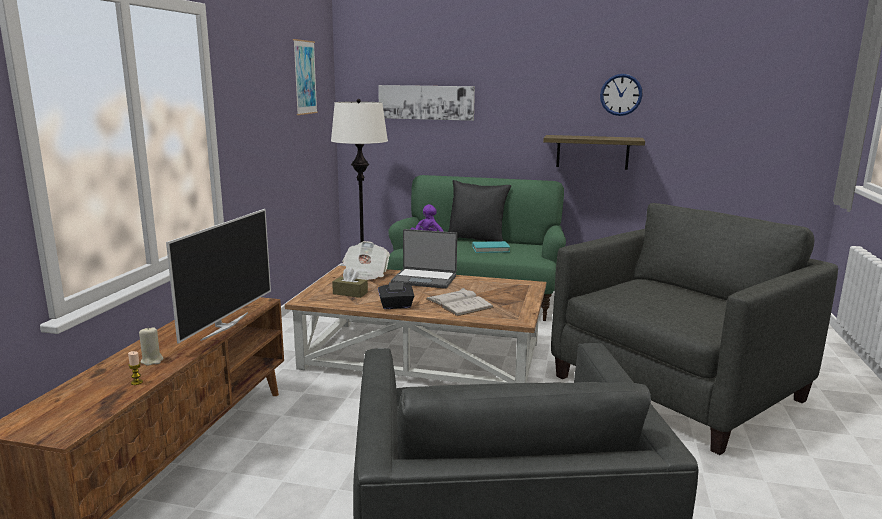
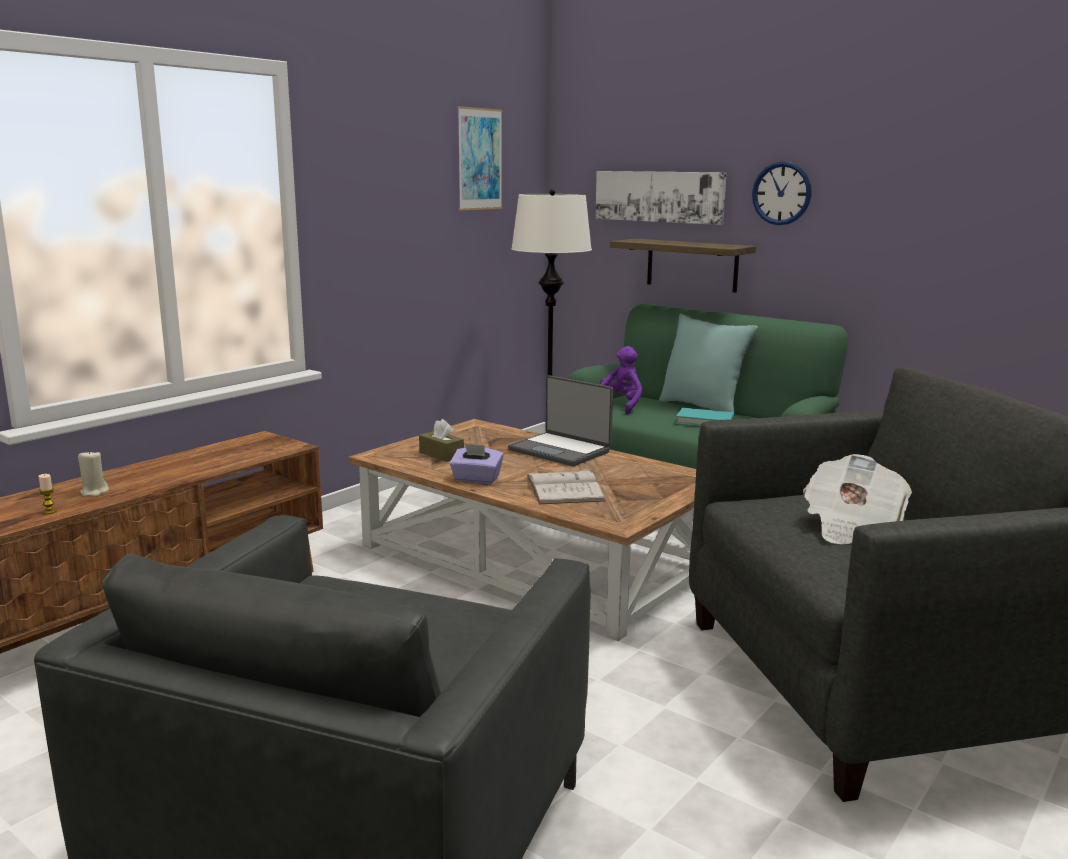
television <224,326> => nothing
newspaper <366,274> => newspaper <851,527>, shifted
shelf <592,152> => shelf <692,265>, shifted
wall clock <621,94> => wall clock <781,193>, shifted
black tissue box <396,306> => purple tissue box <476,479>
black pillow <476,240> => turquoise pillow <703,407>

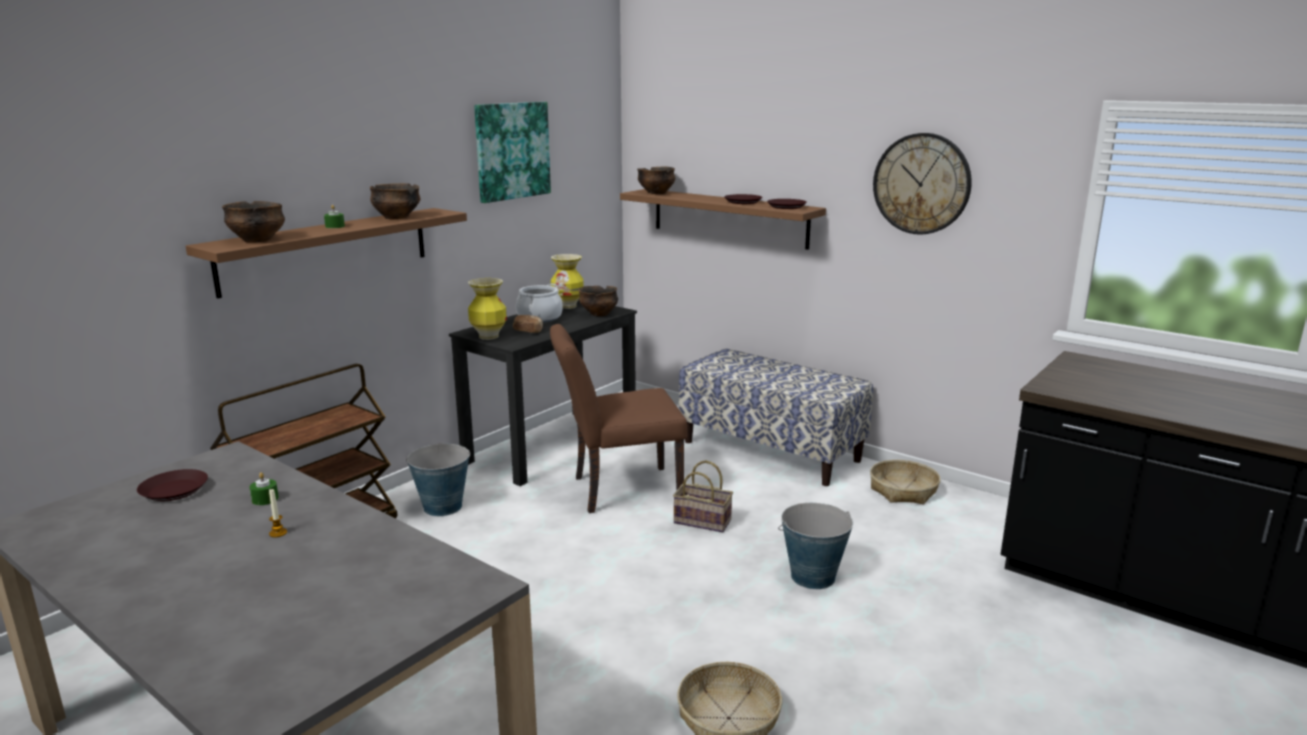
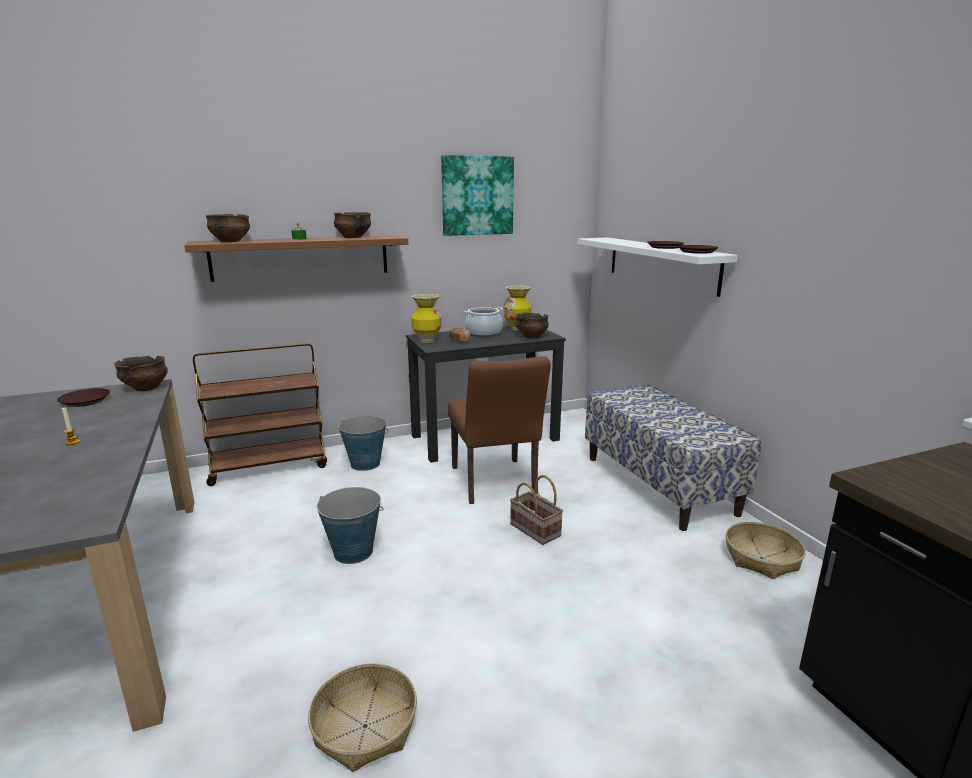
green candle <265,499> => nothing
wall clock <921,184> => nothing
bowl <656,193> => bowl <146,388>, shifted
bucket <812,577> => bucket <353,552>, shifted
brown shelf <729,218> => white shelf <661,264>
brown chair <618,490> => brown chair <495,484>, 120 degrees counterclockwise

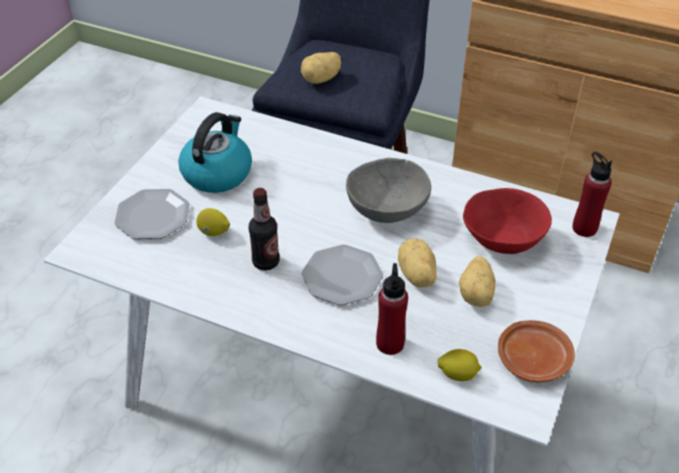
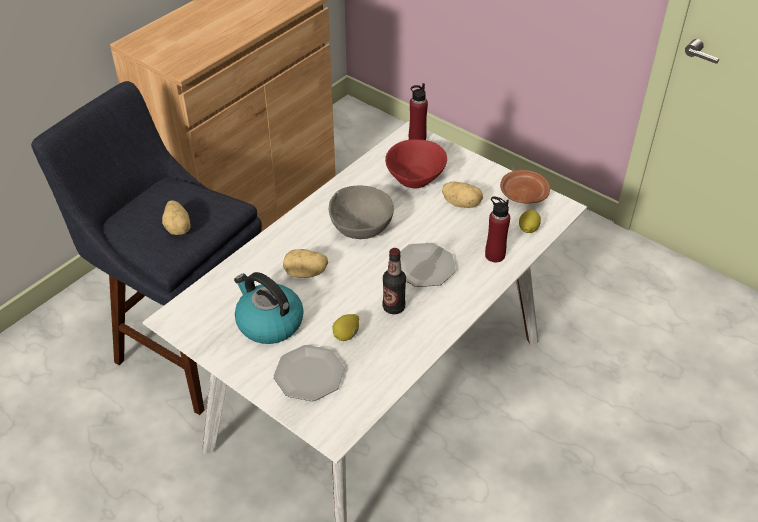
potato <416,275> => potato <305,273>, shifted

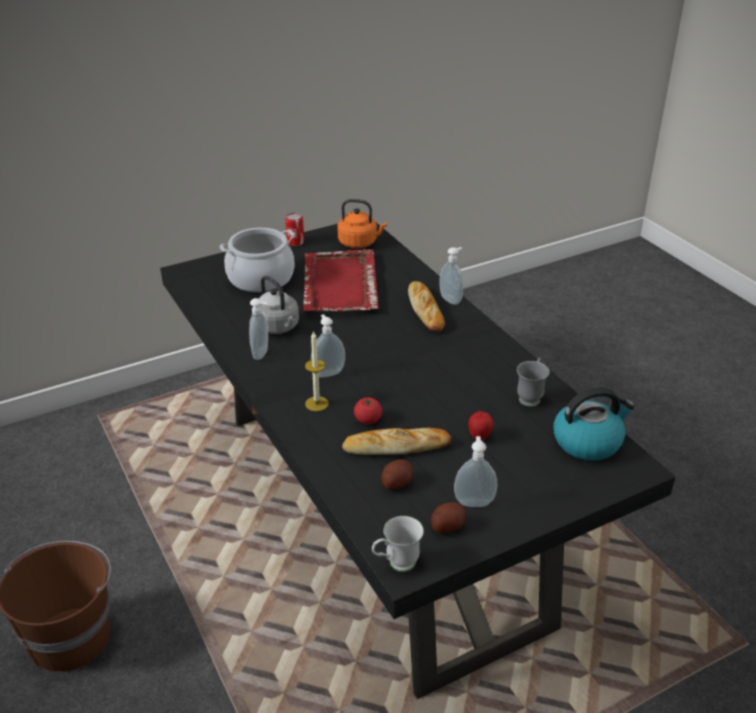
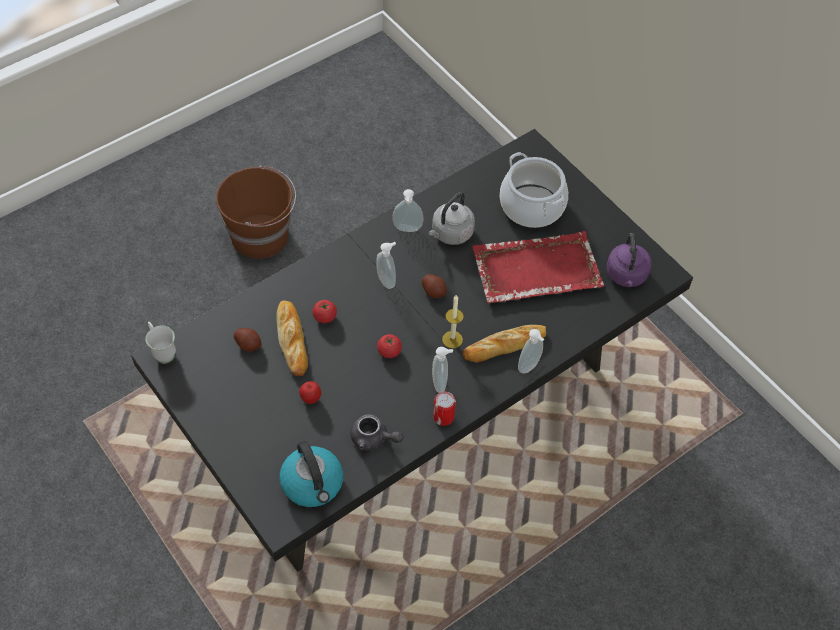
nothing => tomato <389,351>
can <295,242> => can <443,417>, shifted
candle <317,403> => candle <452,339>, shifted
potato <447,526> => potato <434,291>, shifted
soap dispenser <474,501> => soap dispenser <441,383>, shifted
grey mug <531,396> => grey teapot <374,439>
orange kettle <359,243> => purple kettle <626,276>

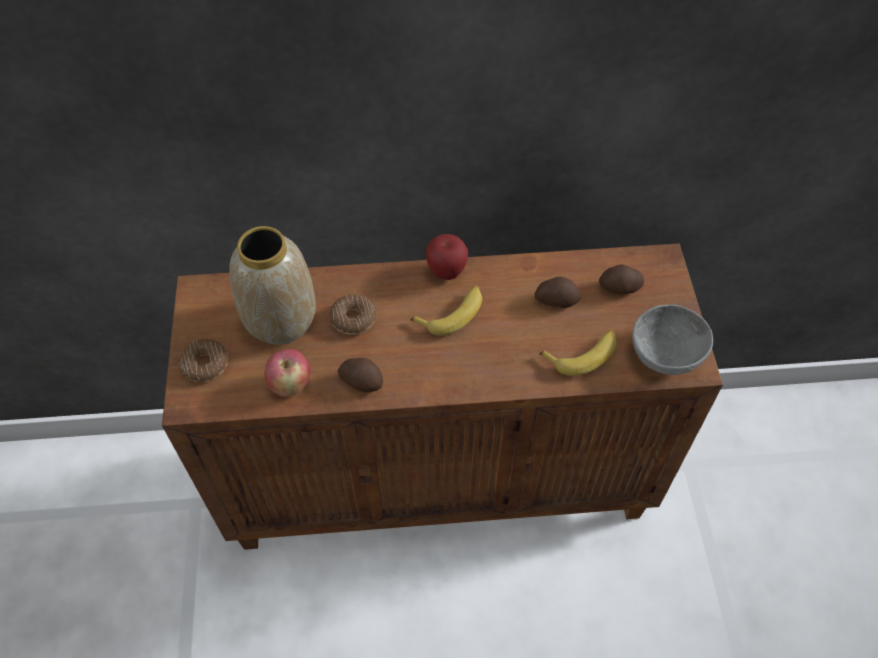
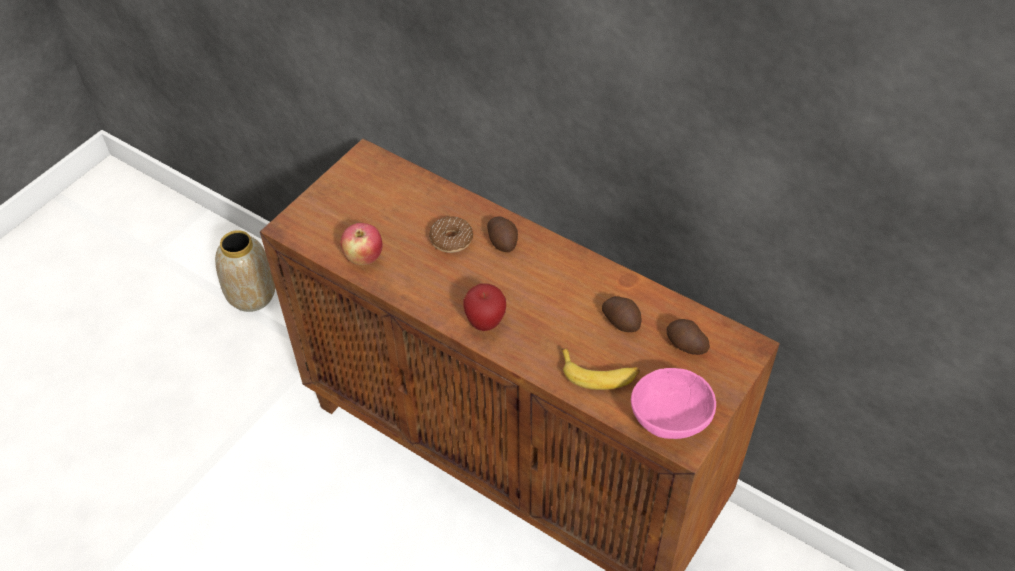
donut <205,364> => nothing
banana <452,313> => nothing
vase <280,319> => vase <252,295>, shifted
potato <362,380> => potato <503,241>, shifted
apple <446,272> => apple <485,322>, shifted
grey bowl <664,353> => pink bowl <669,417>

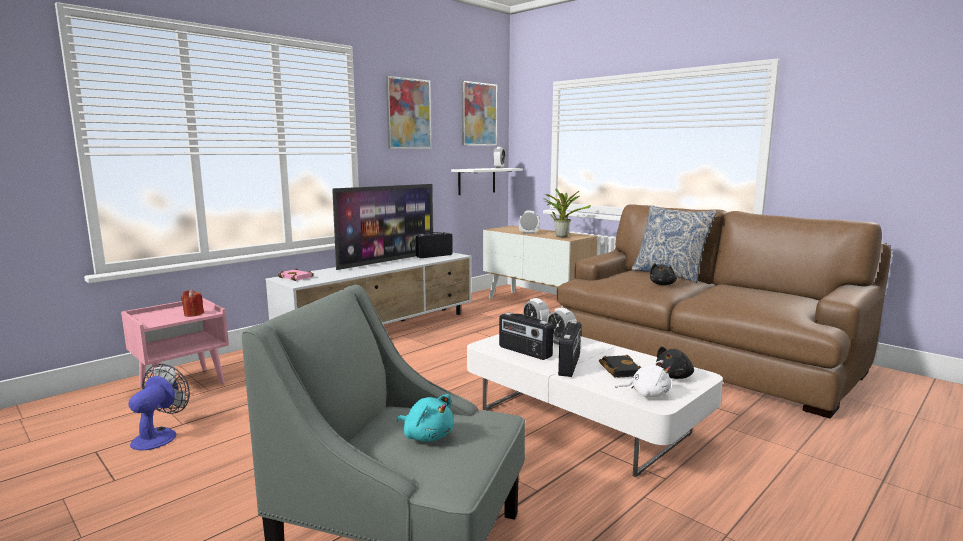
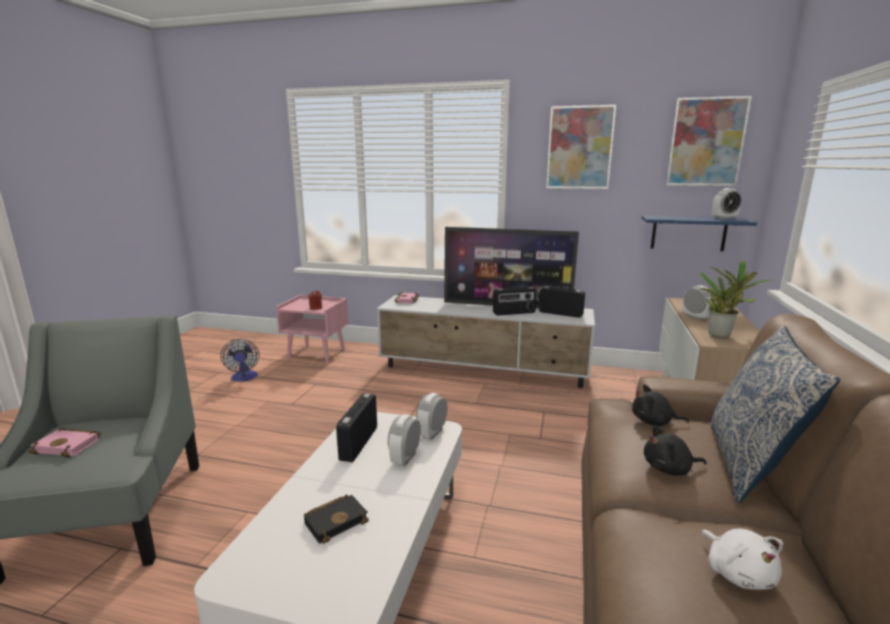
radio <570,365> => radio <514,313>, shifted
white plush toy <647,394> => white plush toy <738,572>, shifted
black plush toy <674,376> => black plush toy <654,422>, shifted
turquoise plush toy <427,436> => pink book <69,445>
white shelf <476,181> => blue shelf <688,233>
fan <159,436> => fan <244,378>, 90 degrees clockwise

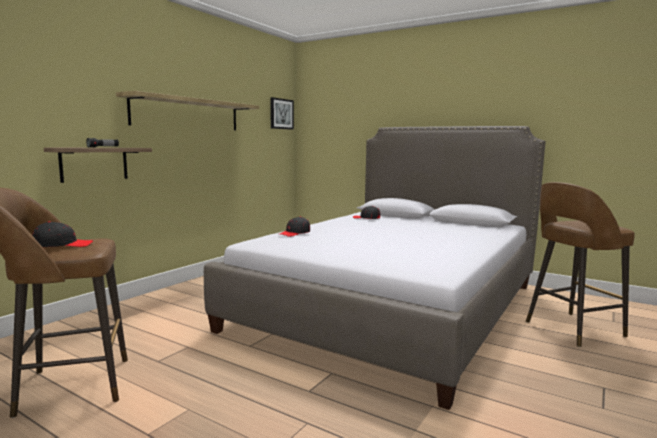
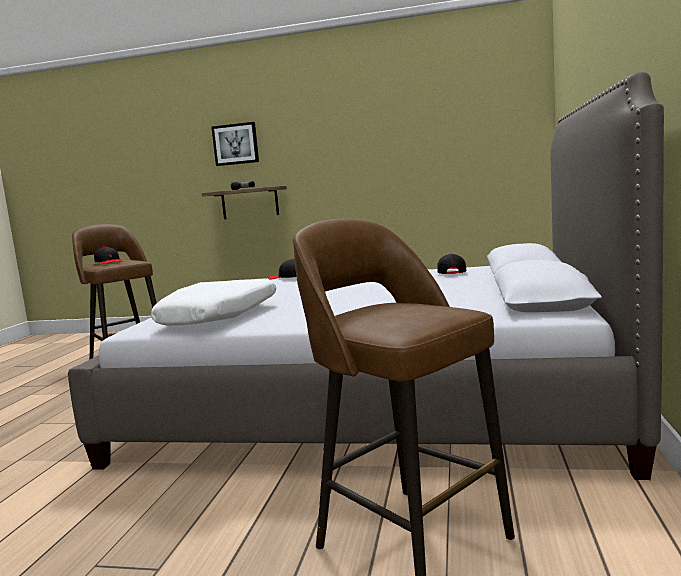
shelf <187,114> => nothing
nothing => white pillow <220,316>
picture <281,114> => picture <235,144>, shifted

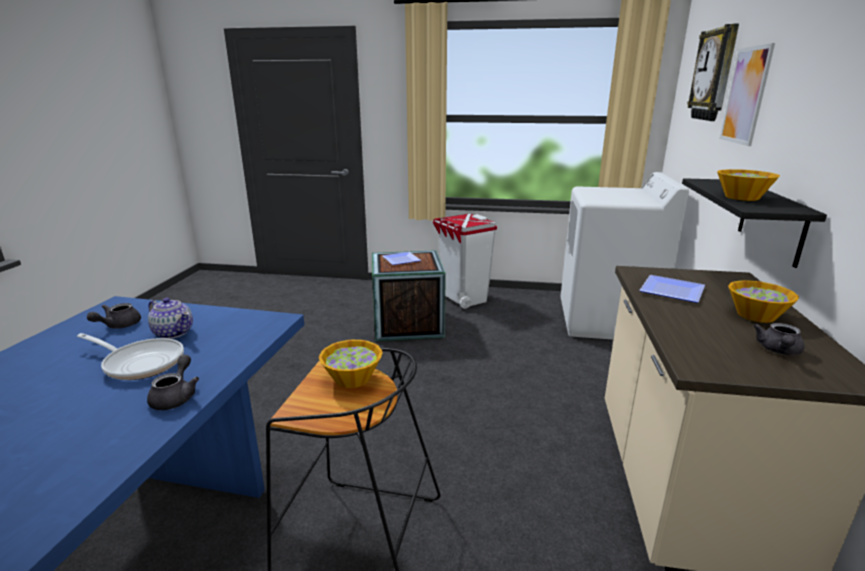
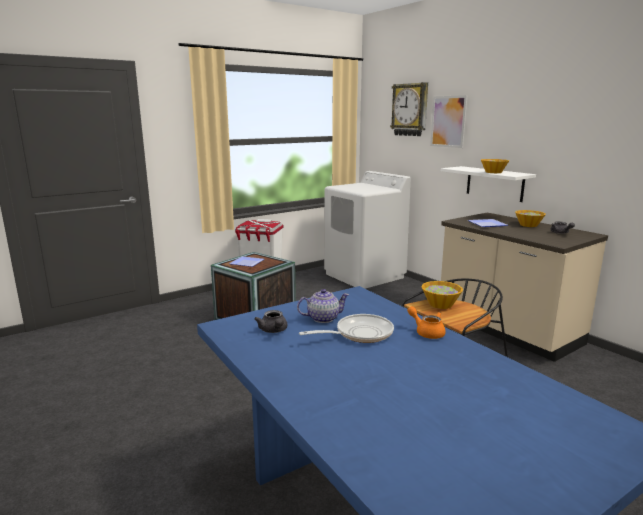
grey teapot <176,397> => orange teapot <427,332>
black shelf <771,221> => white shelf <494,183>

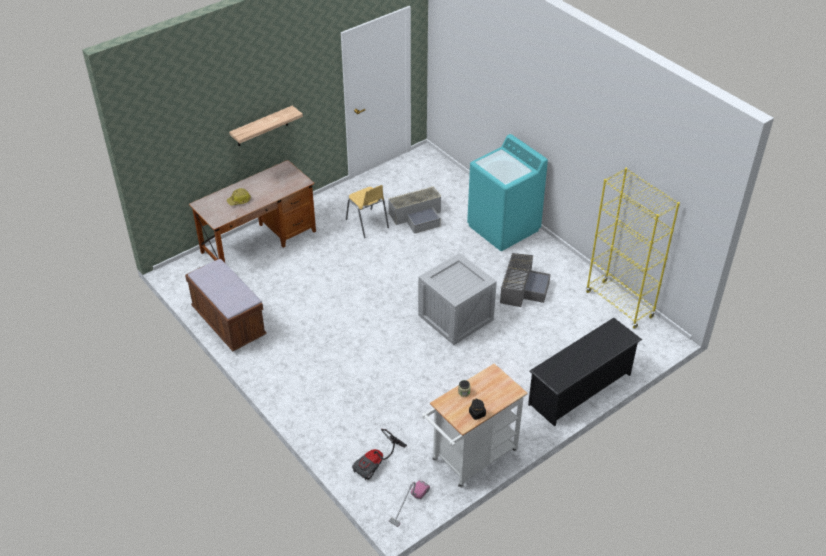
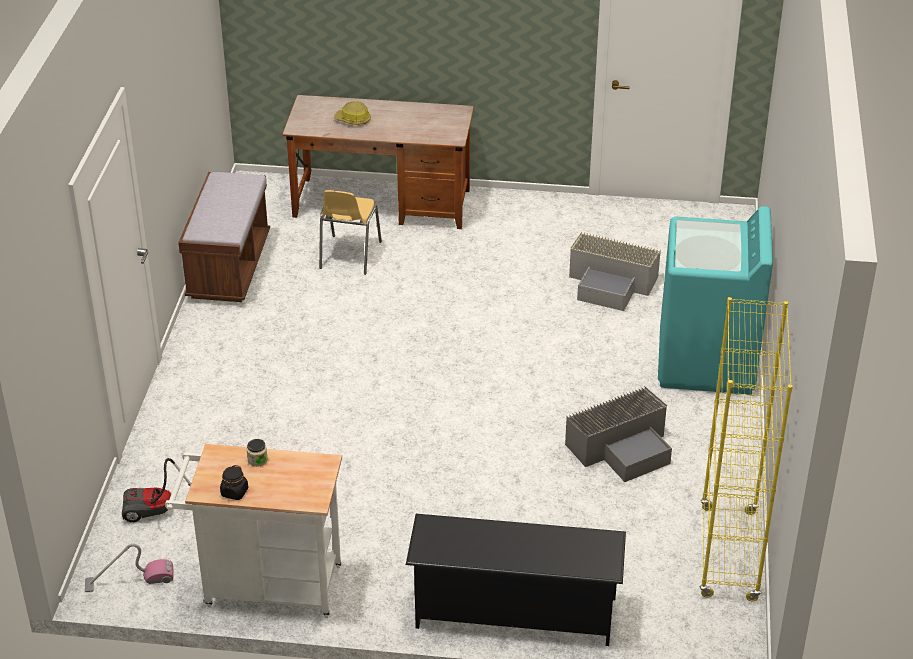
shelf <262,126> => nothing
crate <455,318> => nothing
yellow chair <367,224> => yellow chair <349,255>, shifted

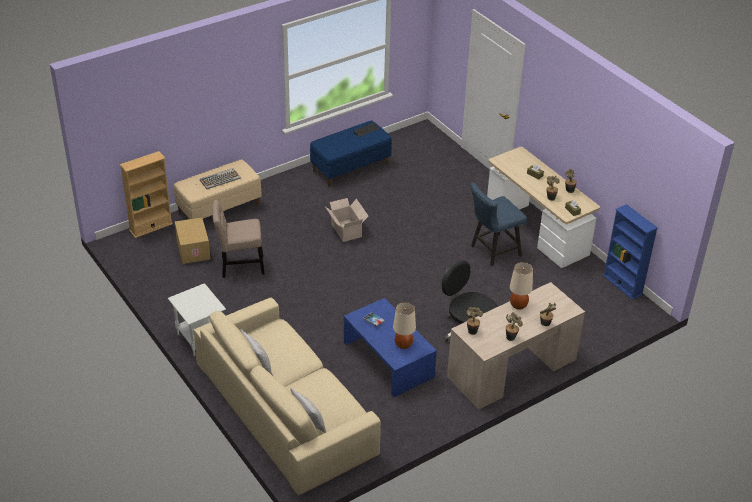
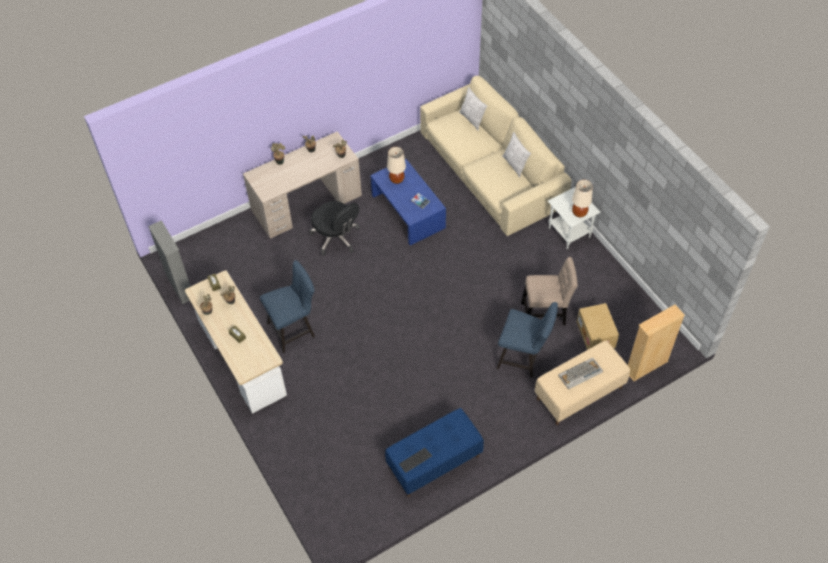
cardboard box <346,230> => nothing
nothing => blue chair <523,358>
beige table lamp <518,305> => beige table lamp <579,213>, shifted
blue bookcase <622,284> => grey bookcase <180,286>

